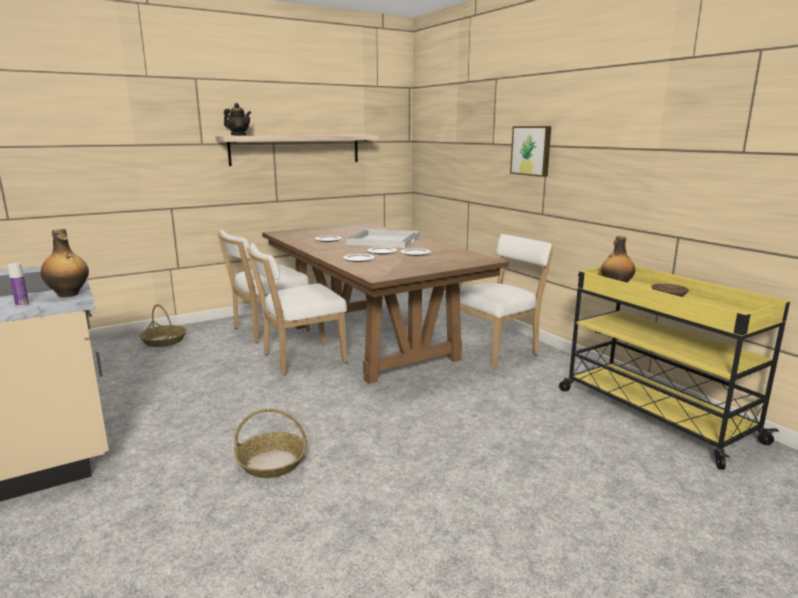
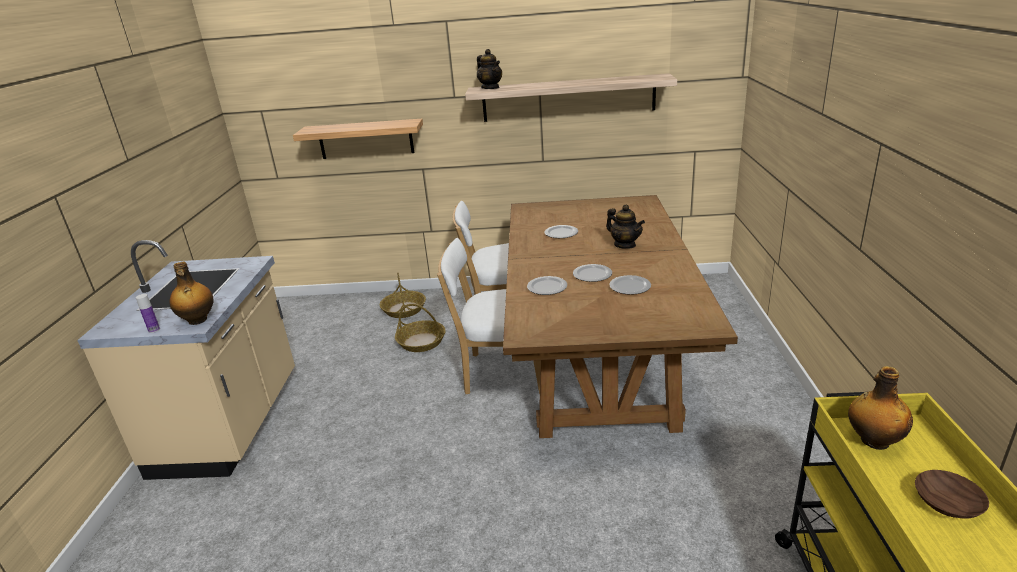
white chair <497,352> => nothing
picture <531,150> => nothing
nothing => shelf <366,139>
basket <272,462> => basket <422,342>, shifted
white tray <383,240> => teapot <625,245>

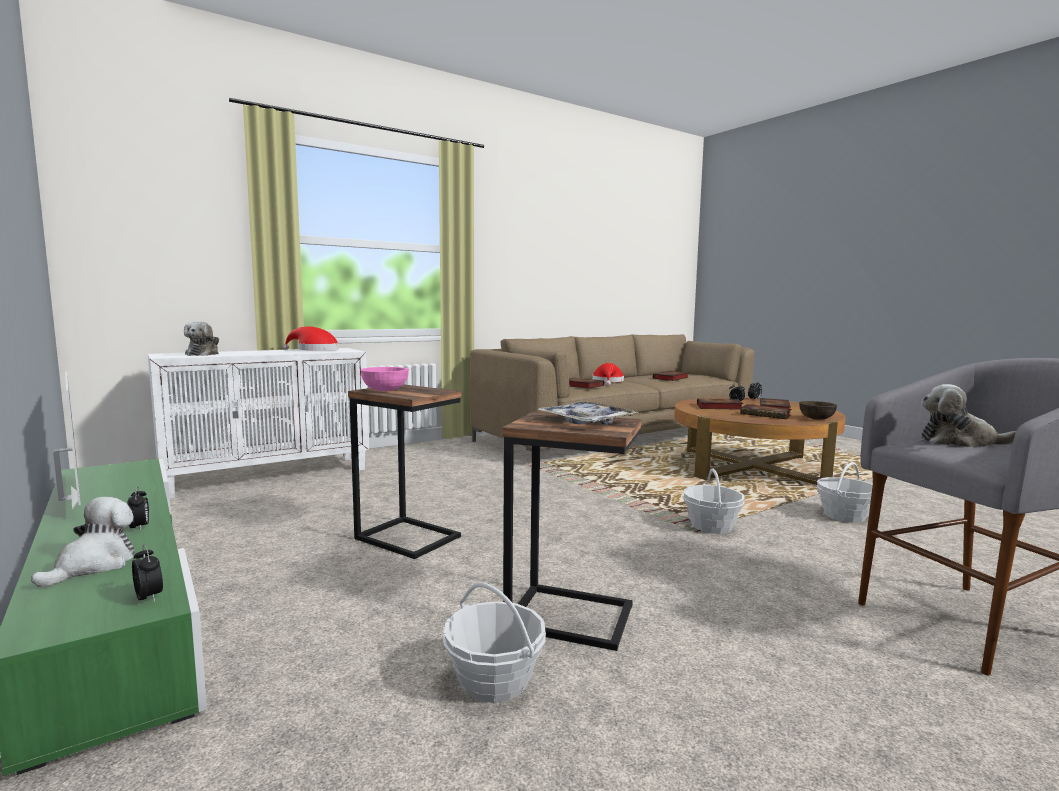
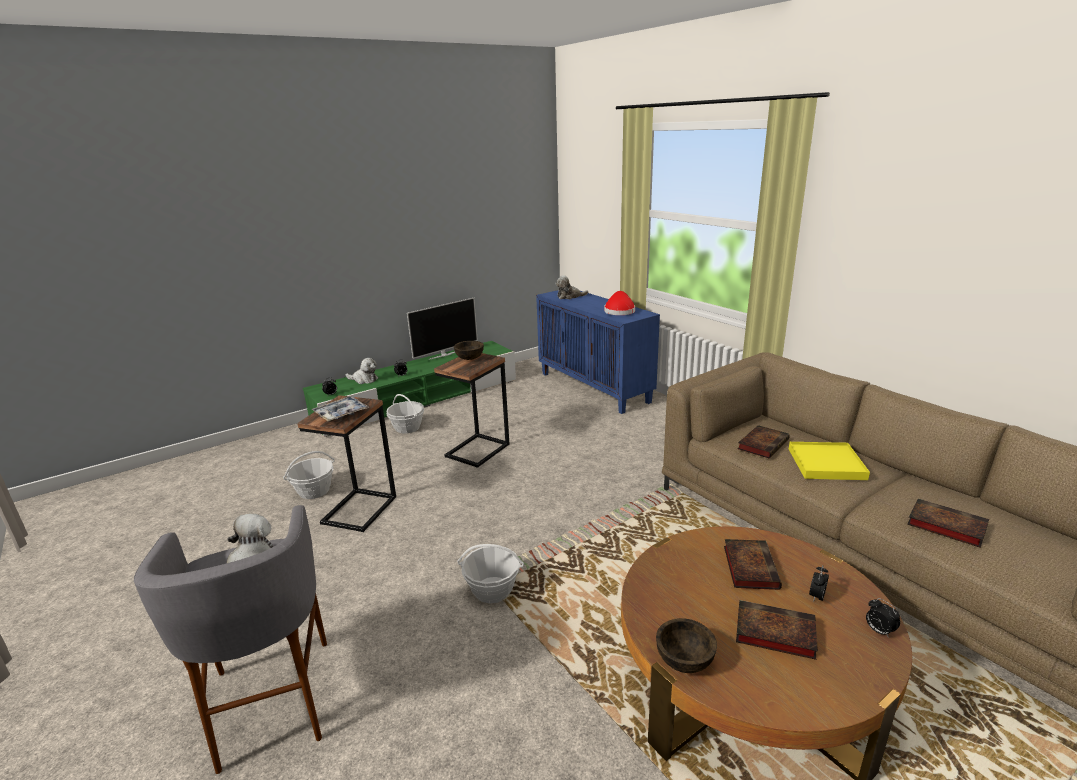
book <767,415> => nothing
basket <844,516> => basket <407,428>, shifted
red hat <608,382> => yellow tray <826,464>
white cabinet <270,475> => blue cabinet <595,387>
pink bowl <385,390> => brown bowl <470,358>

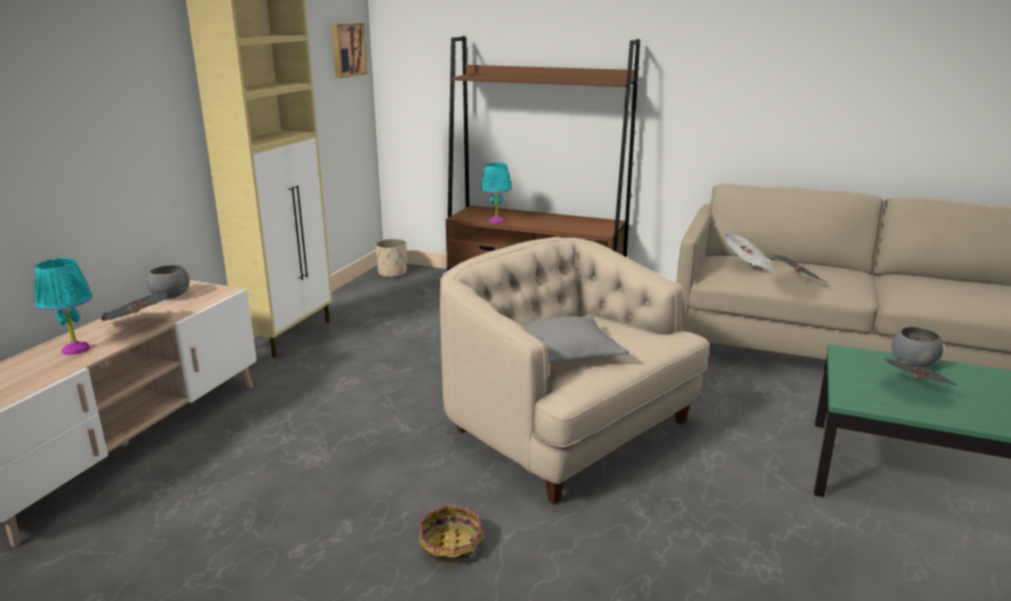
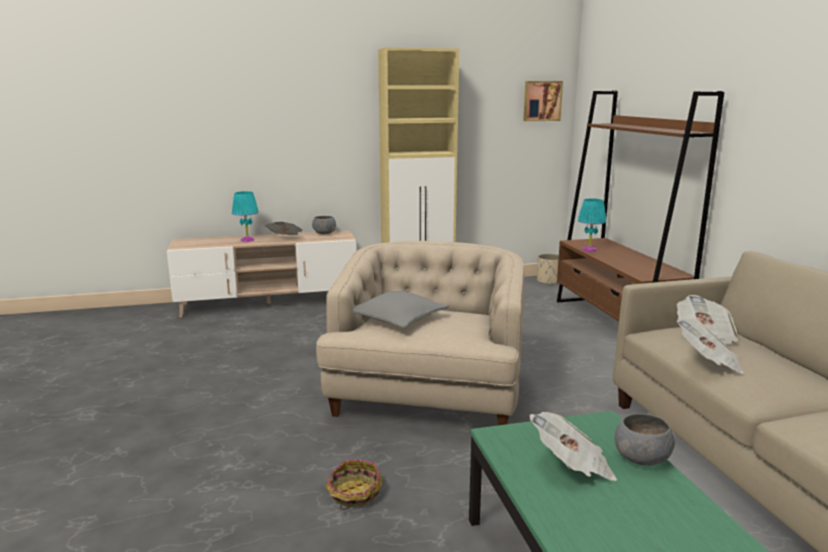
basket <451,546> => basket <354,493>, shifted

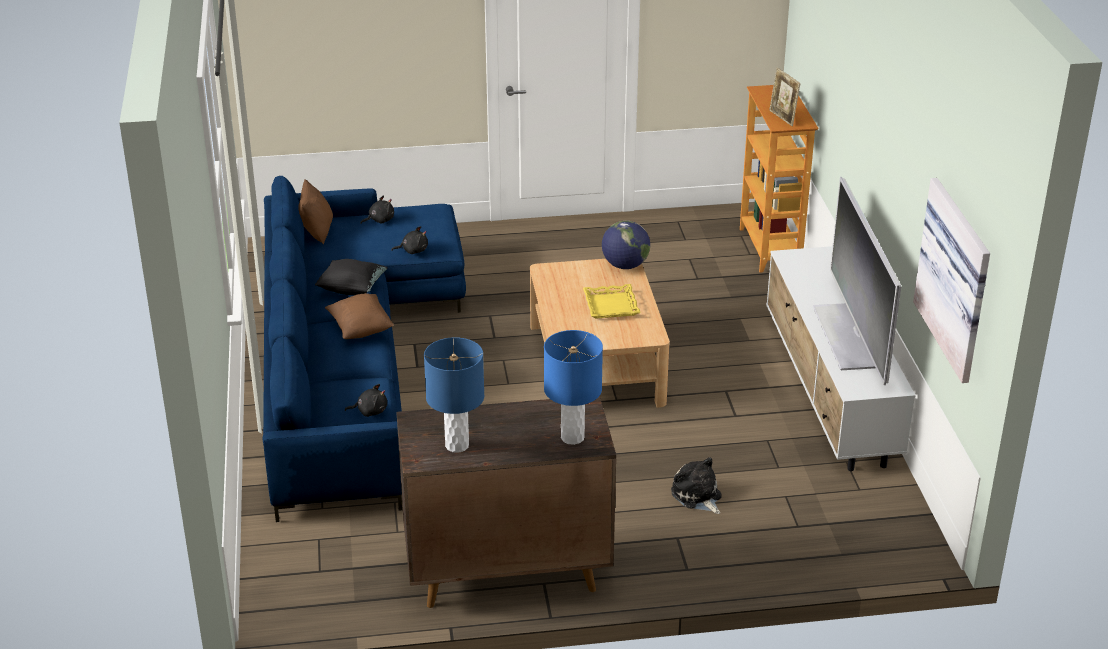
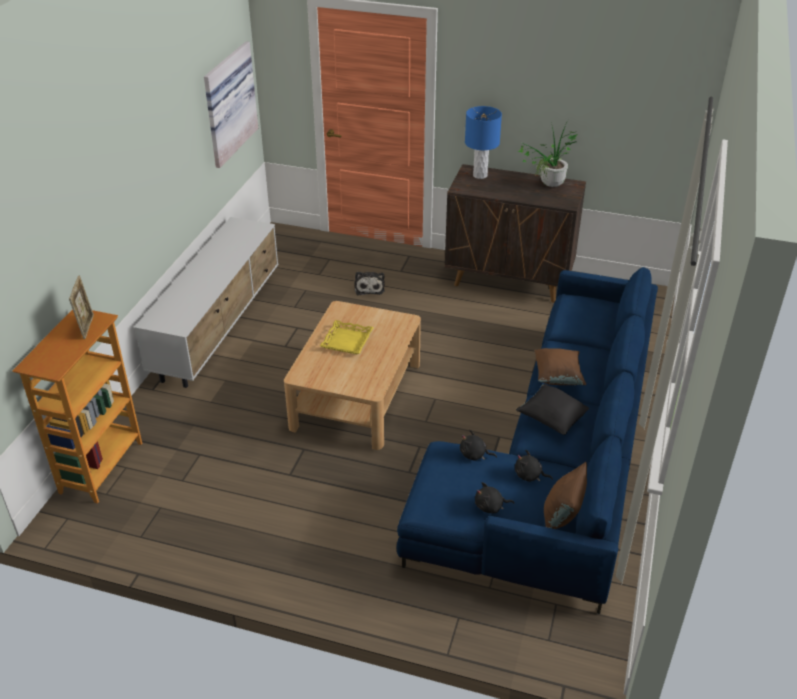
globe <625,265> => nothing
television <846,336> => nothing
black plush toy <370,411> => black plush toy <529,476>, shifted
blue table lamp <457,445> => potted plant <548,186>

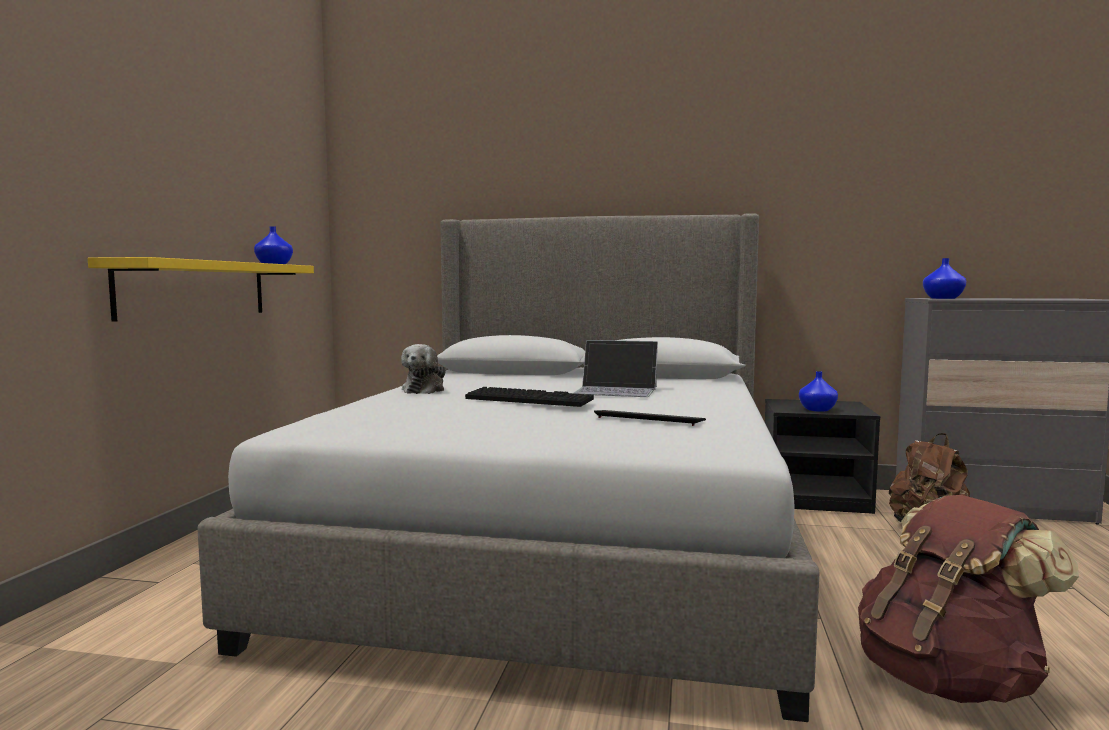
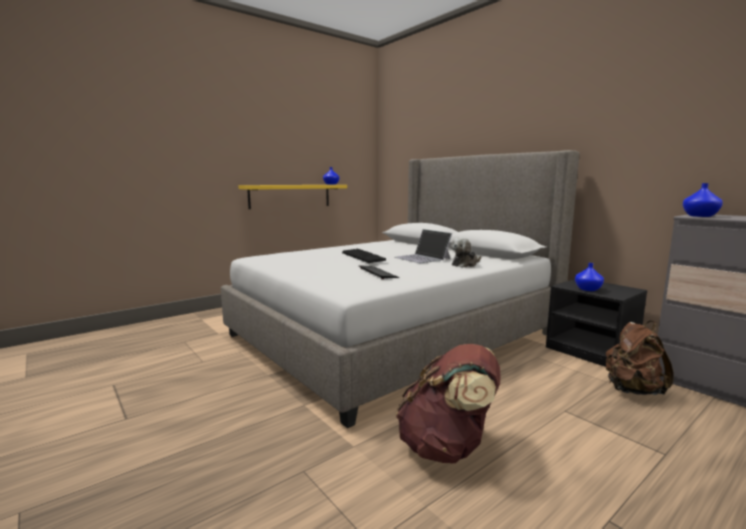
plush toy <425,390> => plush toy <465,264>, shifted

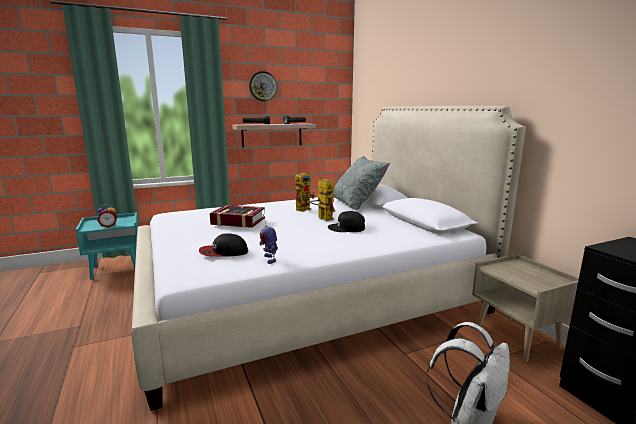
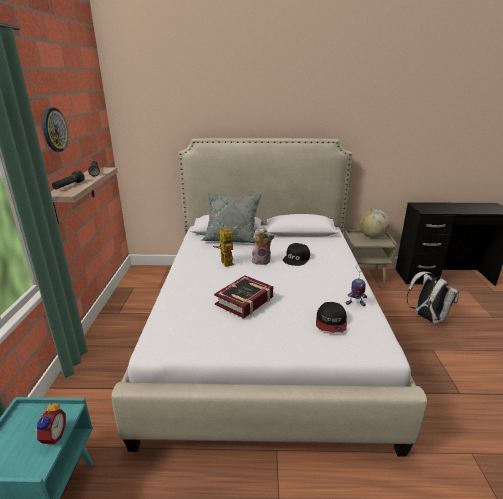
nothing => globe <372,236>
toy robot <322,218> => plush toy <261,261>

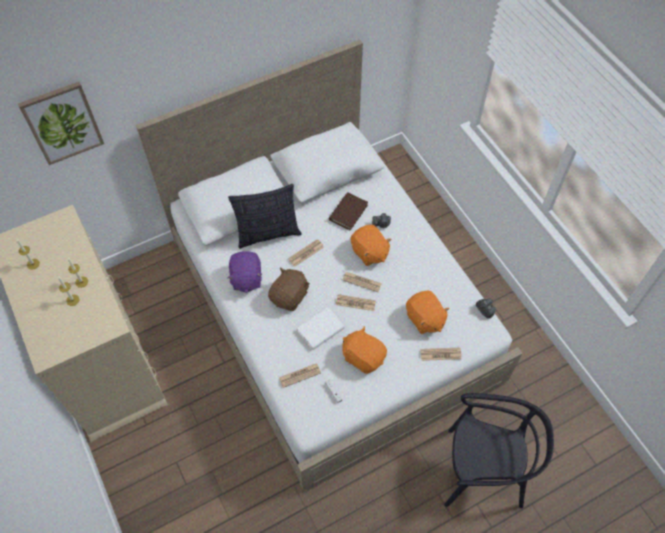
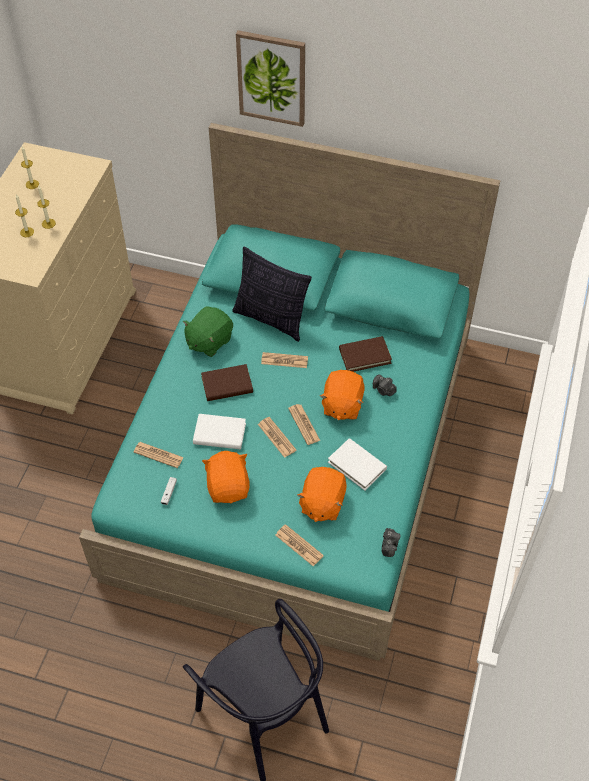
nothing => white book <357,465>
picture <62,123> => picture <272,78>, shifted
brown plush toy <290,296> => brown book <227,385>
white bed <332,308> => turquoise bed <295,452>
purple plush toy <246,278> => green plush toy <209,341>

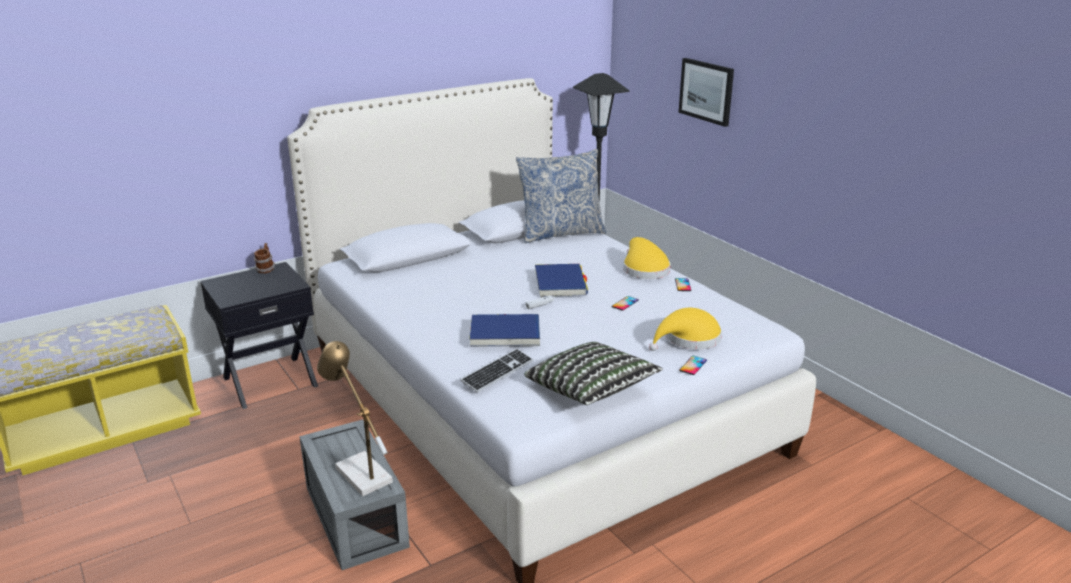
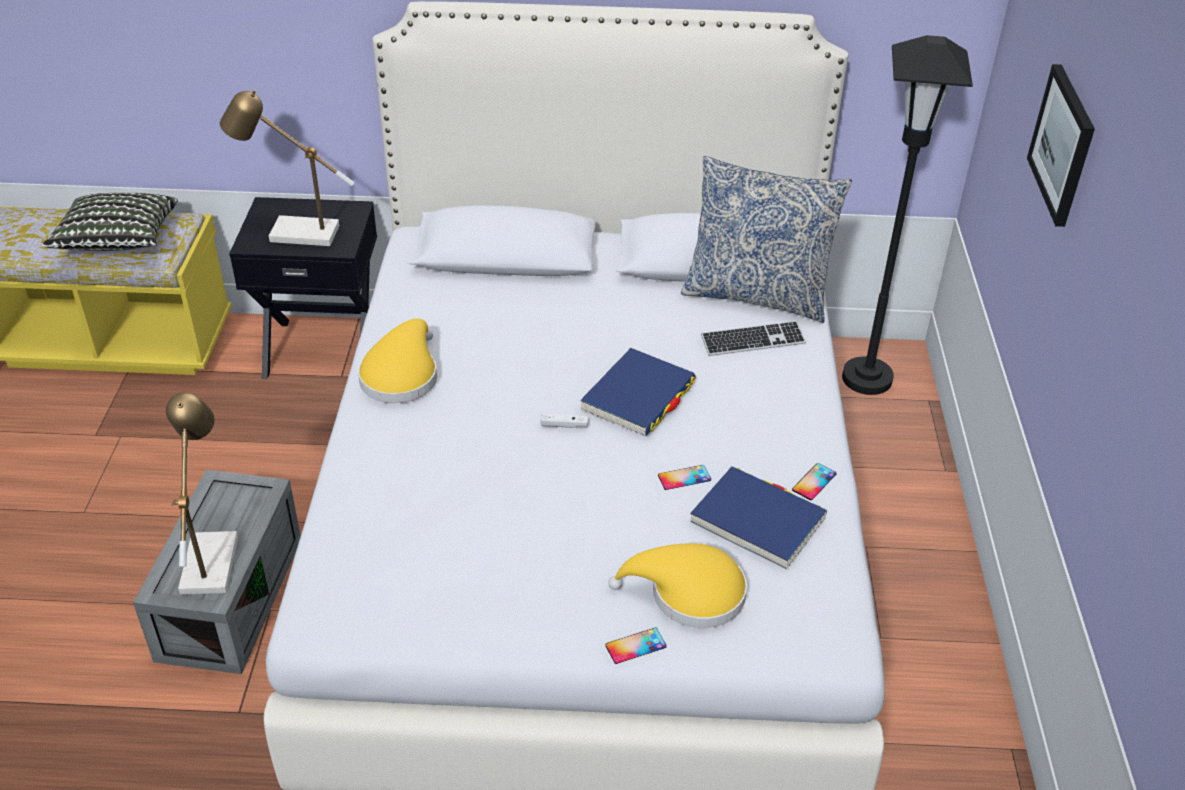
mug <265,269> => nothing
nothing => table lamp <295,234>
keyboard <497,372> => keyboard <753,341>, shifted
blue book <505,334> => blue book <757,521>, shifted
pillow <591,390> => pillow <118,242>, shifted
yellow hat <644,269> => yellow hat <401,375>, shifted

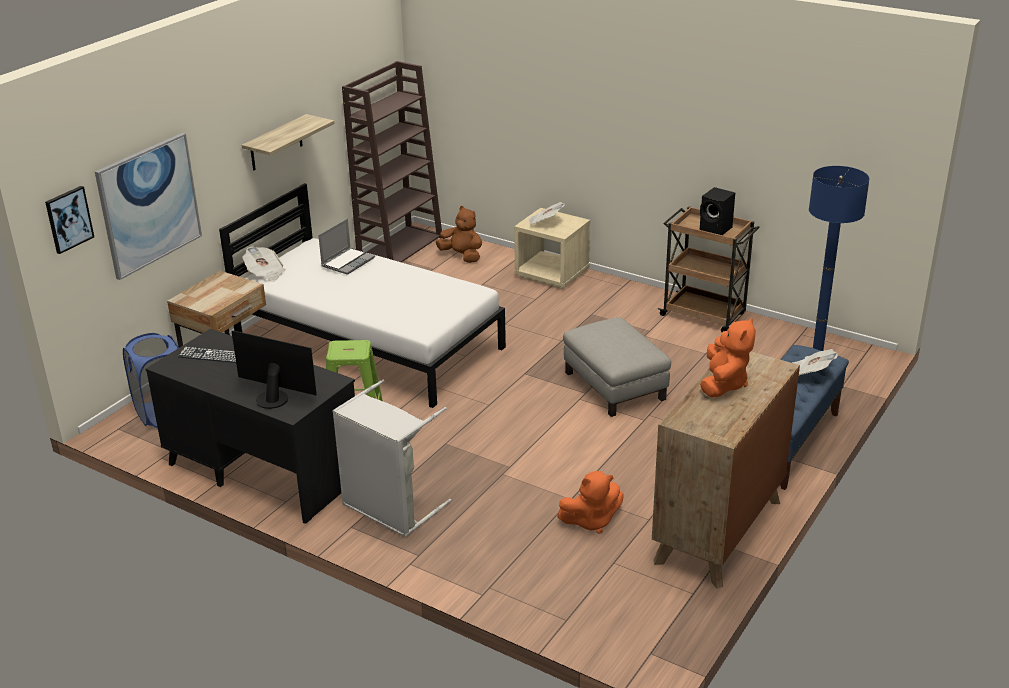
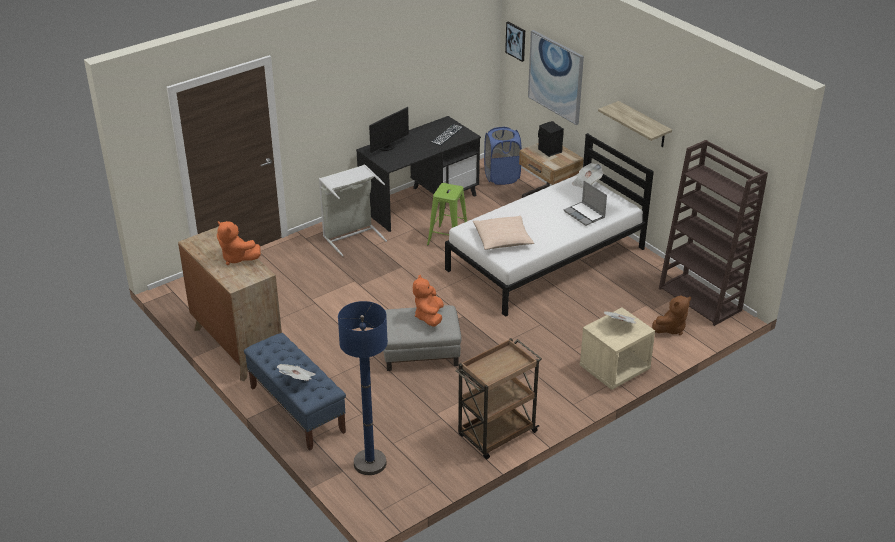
nothing => beige pillow <502,239>
orange plush toy <591,521> => orange plush toy <429,317>, shifted
black speaker <716,230> => black speaker <549,151>, shifted

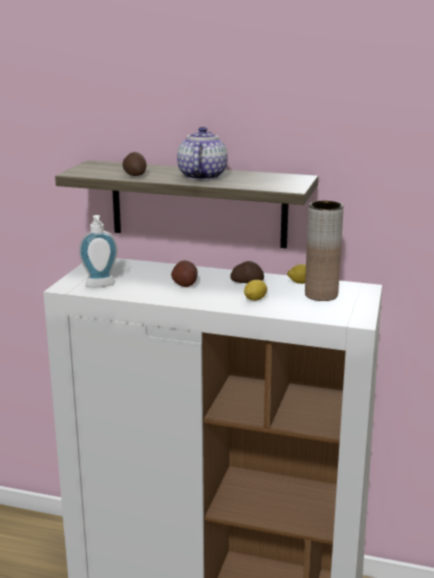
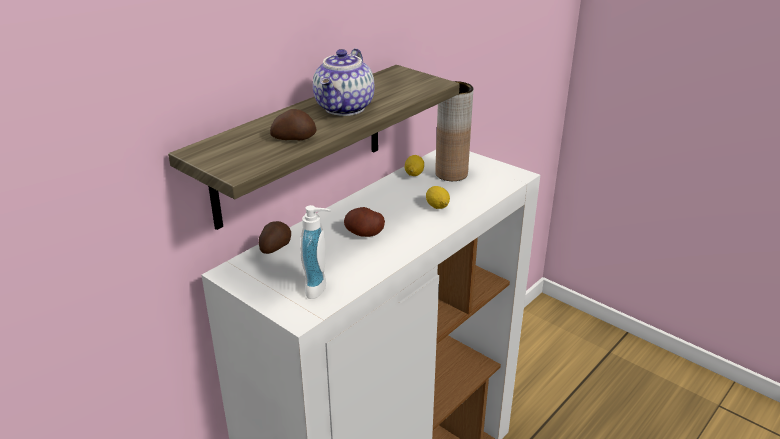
potato <247,282> => potato <275,247>, shifted
teapot <201,176> => teapot <345,108>, 105 degrees counterclockwise

